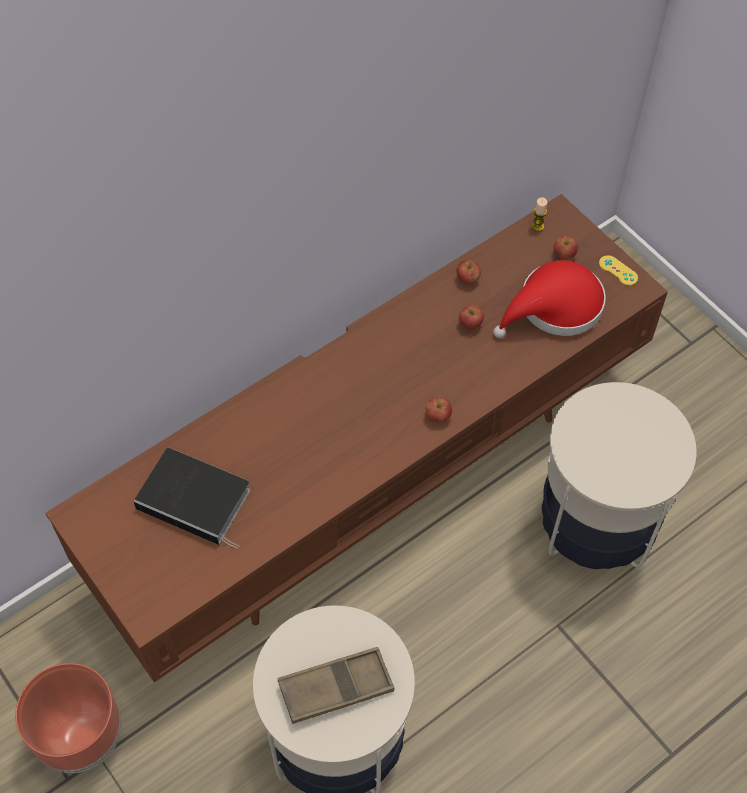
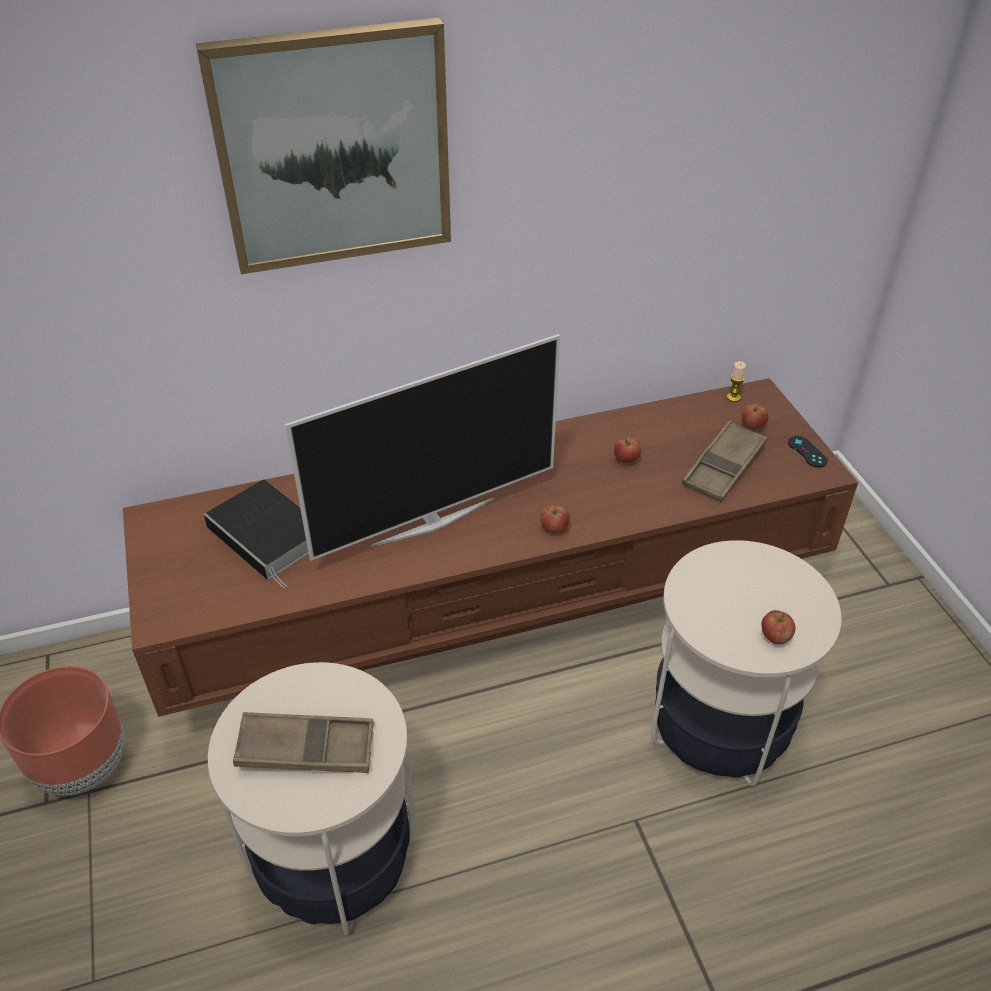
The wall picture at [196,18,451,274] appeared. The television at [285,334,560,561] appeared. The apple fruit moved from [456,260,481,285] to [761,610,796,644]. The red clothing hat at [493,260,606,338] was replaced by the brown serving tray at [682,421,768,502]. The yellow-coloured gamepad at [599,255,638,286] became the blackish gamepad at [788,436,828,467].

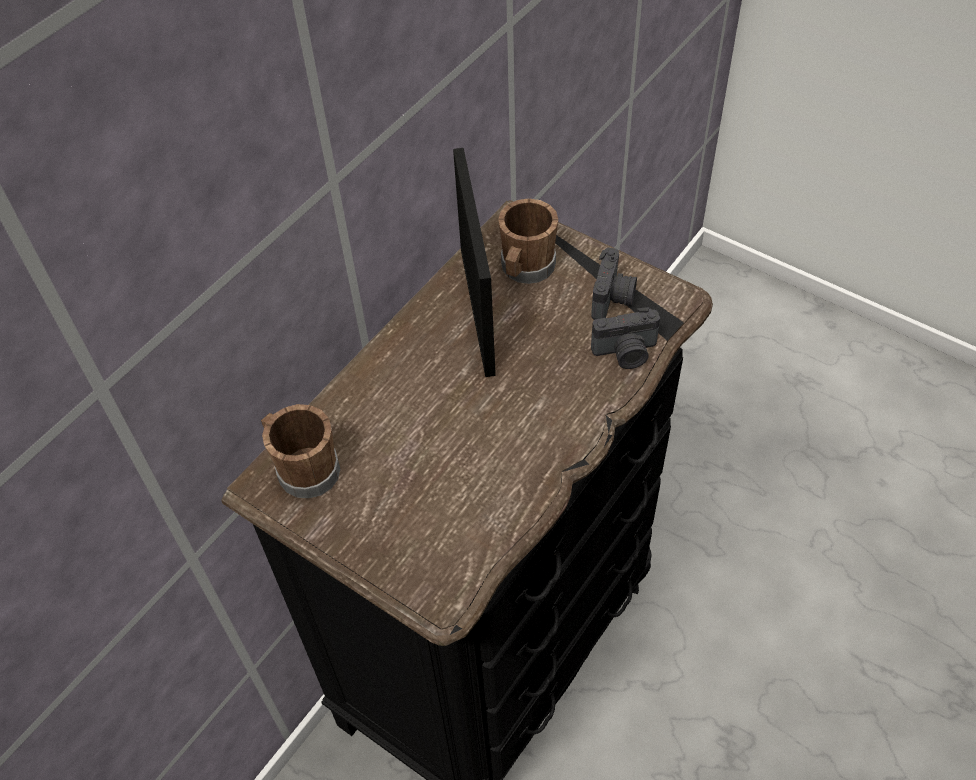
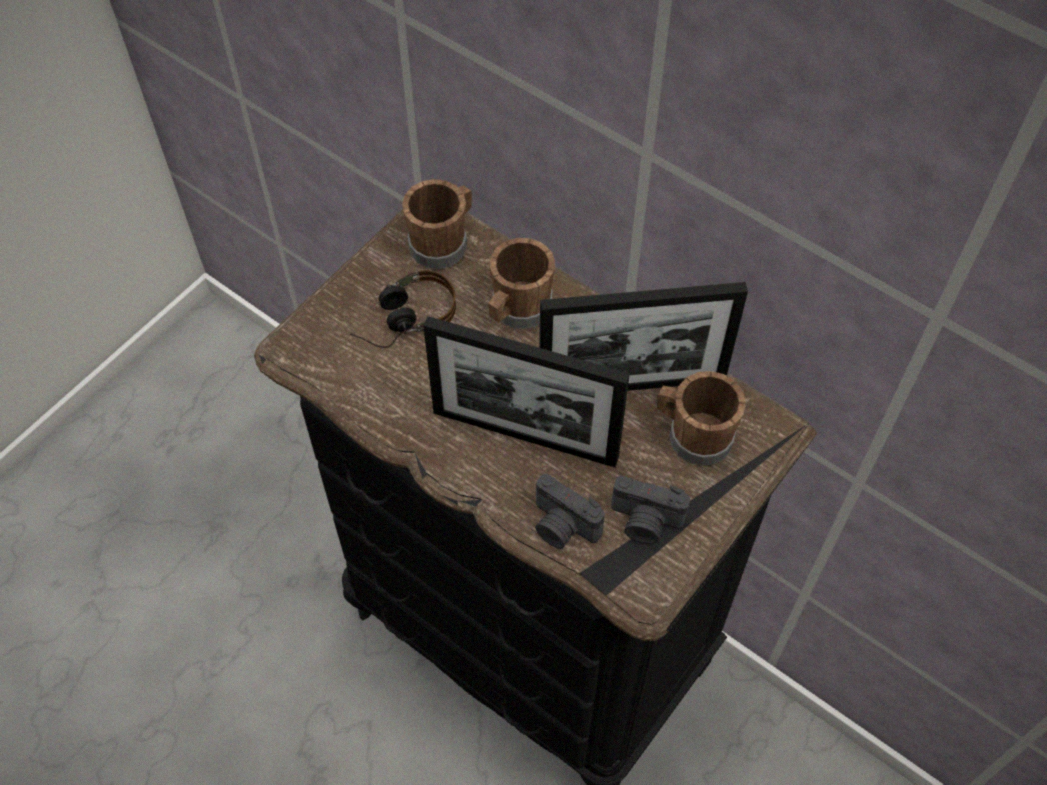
The pair of headphones at [350,270,456,348] appeared. The photo frame at [423,316,630,467] appeared. The brown mug at [488,238,555,329] appeared. The photo camera at [591,307,660,369] turned 45 degrees counterclockwise.

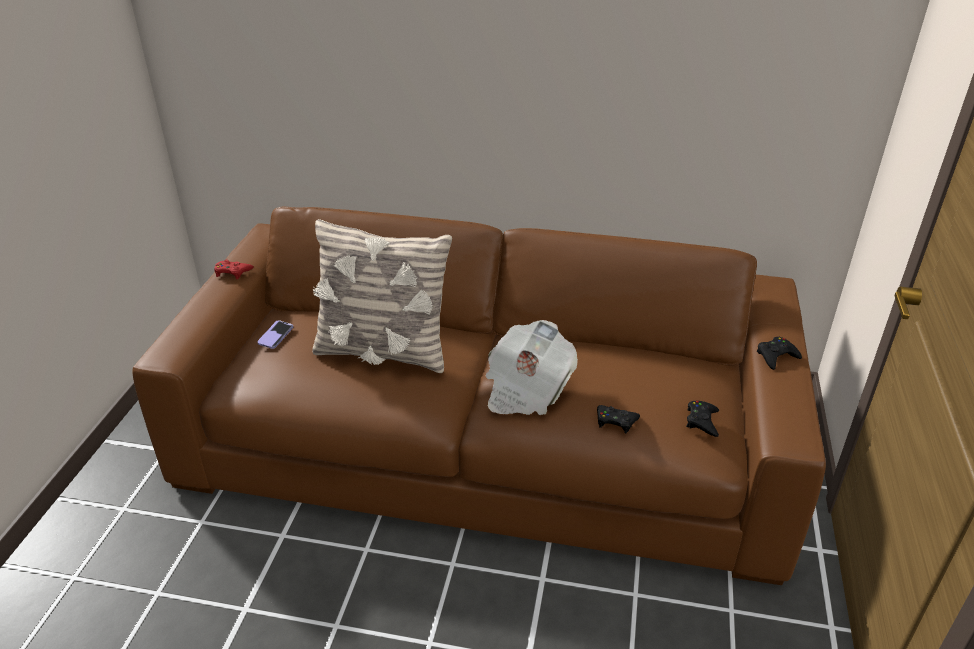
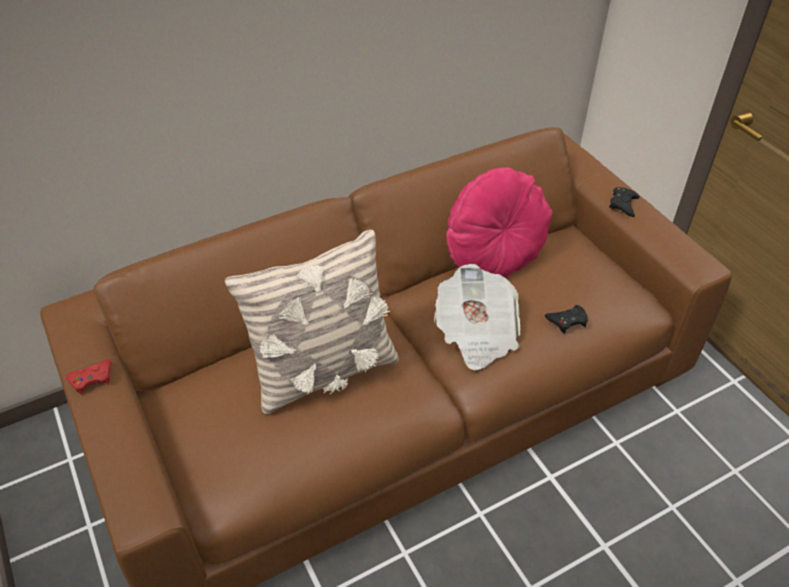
The handset at [258,320,293,349] disappeared. The blackish gamepad at [686,401,719,437] disappeared. The pinkish cushion at [446,167,552,277] appeared.

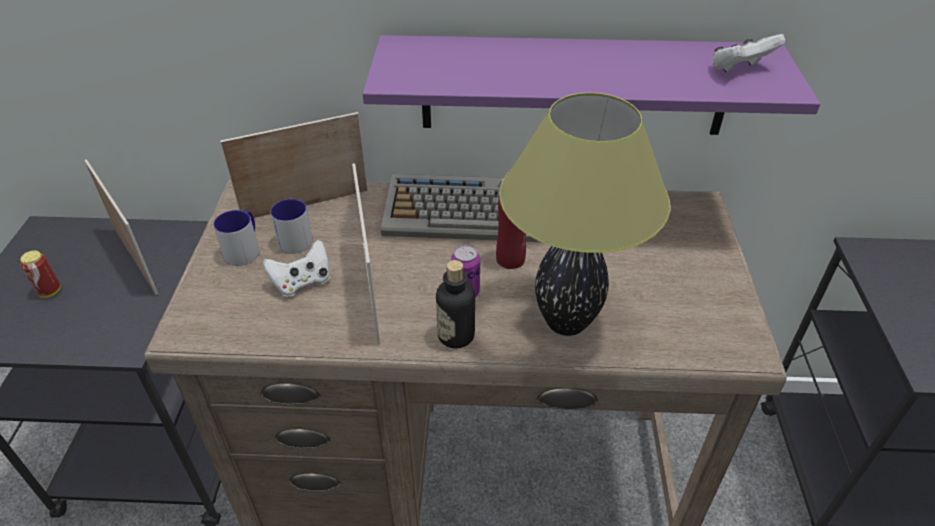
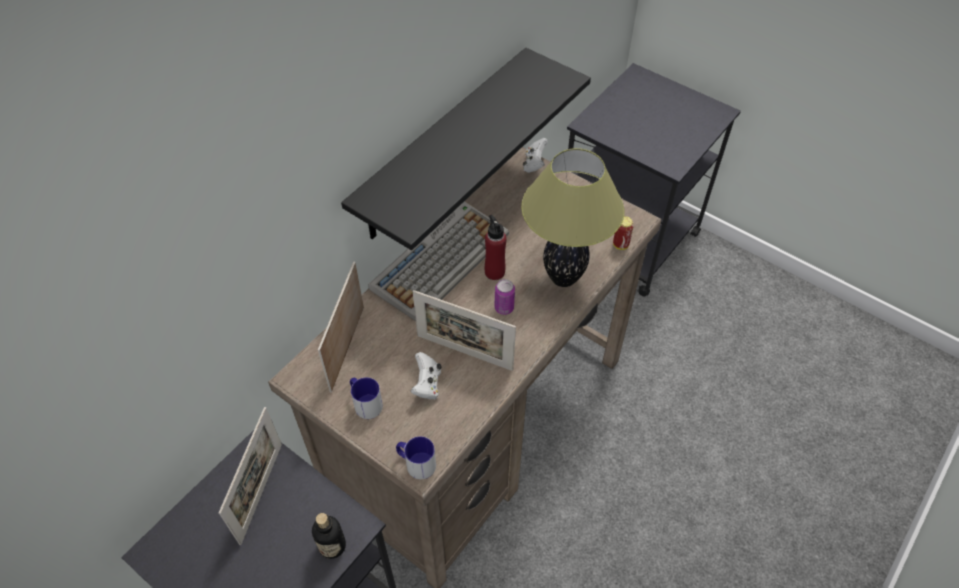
The metal can moved from [20,250,61,298] to [613,216,634,250]. The mug moved from [270,199,313,254] to [396,436,436,479]. The bottle moved from [436,260,475,348] to [312,513,346,559]. The whitish gamepad moved from [712,34,785,72] to [523,138,548,173]. The purple-coloured bracket shelf at [363,35,820,135] became the blackish bracket shelf at [341,48,591,250]. The photo frame at [85,160,158,295] turned 105 degrees clockwise.

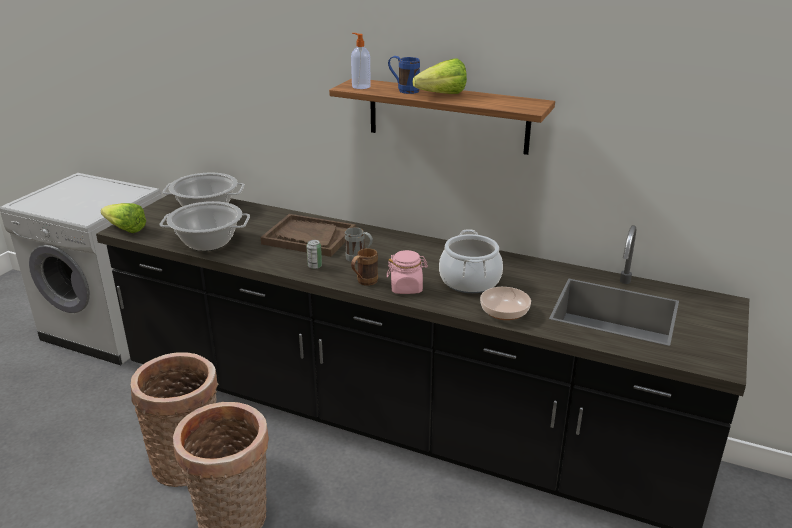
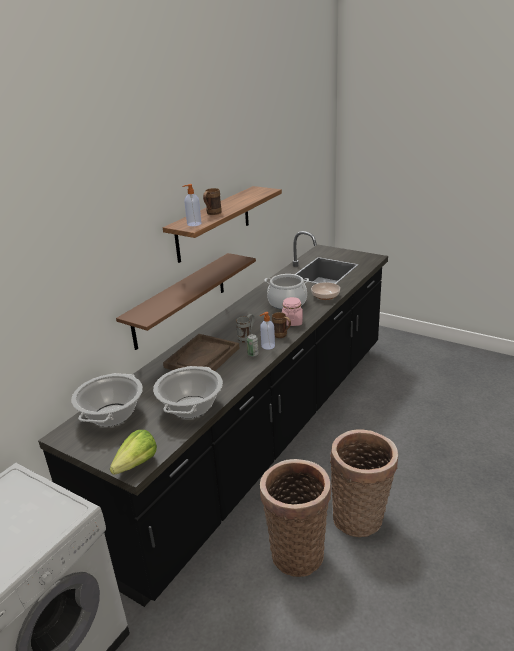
The lettuce head at [413,58,467,94] disappeared. The brown bracket shelf at [116,253,256,350] appeared. The liquid soap bottle at [260,312,275,350] appeared. The blue mug at [388,56,420,94] became the brown mug at [203,188,222,215].

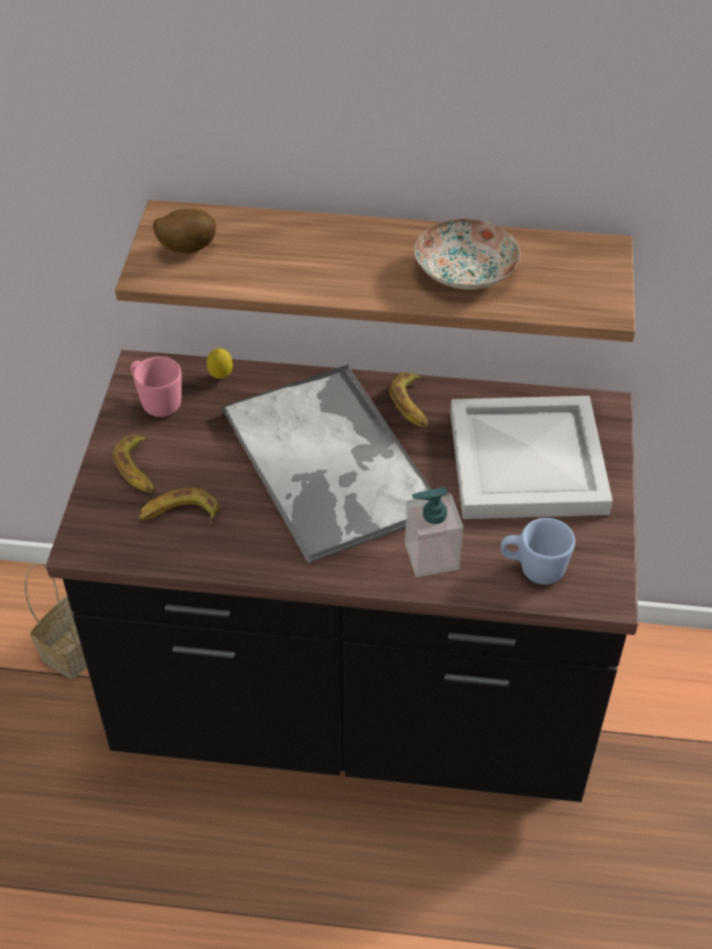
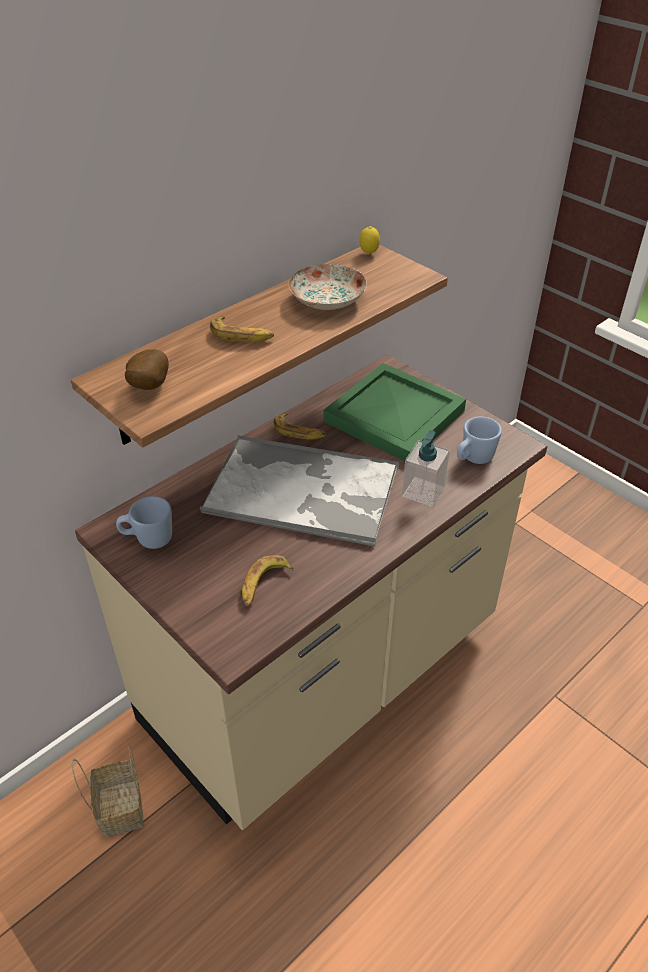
The banana fruit moved from [113,435,155,493] to [210,316,274,342]. The lemon moved from [207,348,233,379] to [359,226,380,254]. The blackish kitchen counter at [46,350,638,802] became the beige kitchen counter at [75,354,547,830]. The pinkish mug at [131,356,181,417] became the blue mug at [116,496,172,549]. The whitish serving tray at [450,396,613,519] became the green serving tray at [323,363,466,462].

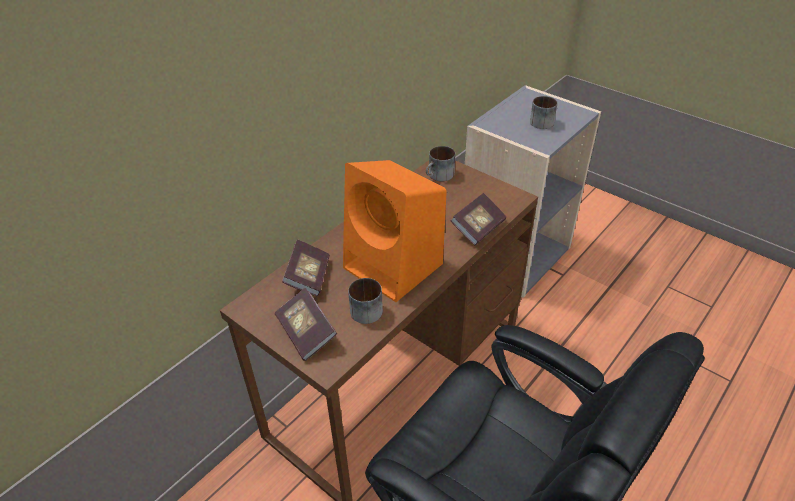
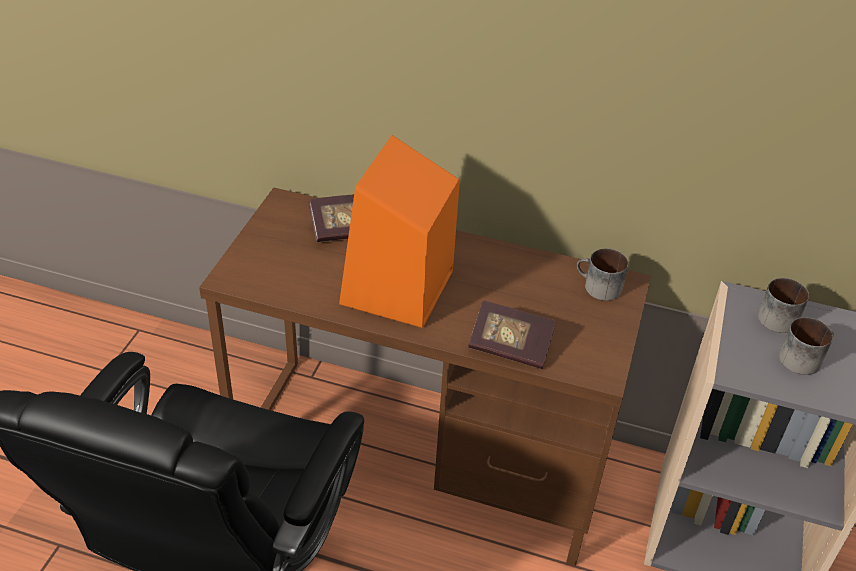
The volume at [275,288,337,361] disappeared. The mug moved from [348,278,383,324] to [758,278,809,333].

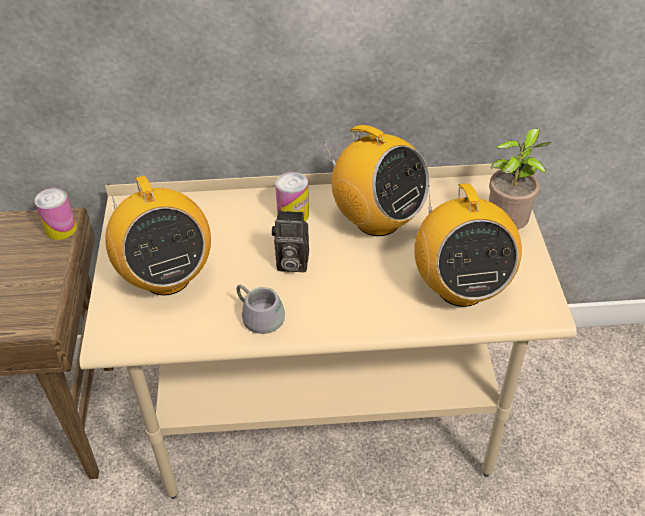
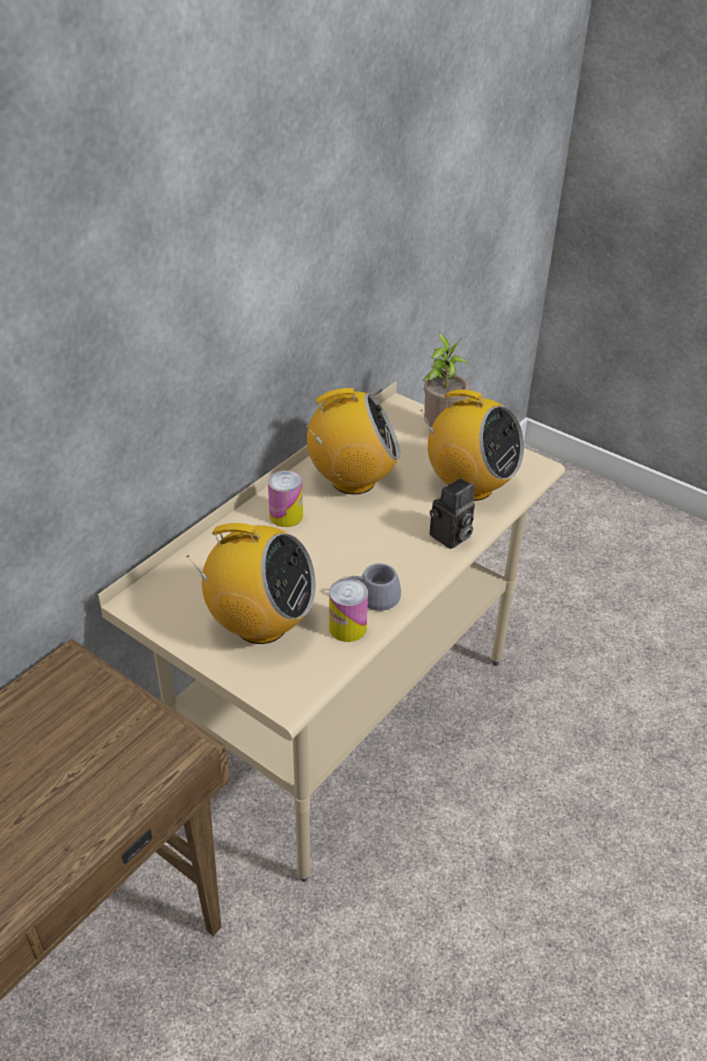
The metal can moved from [34,188,77,240] to [329,579,368,642]. The photo camera moved from [272,211,309,272] to [430,478,475,549].

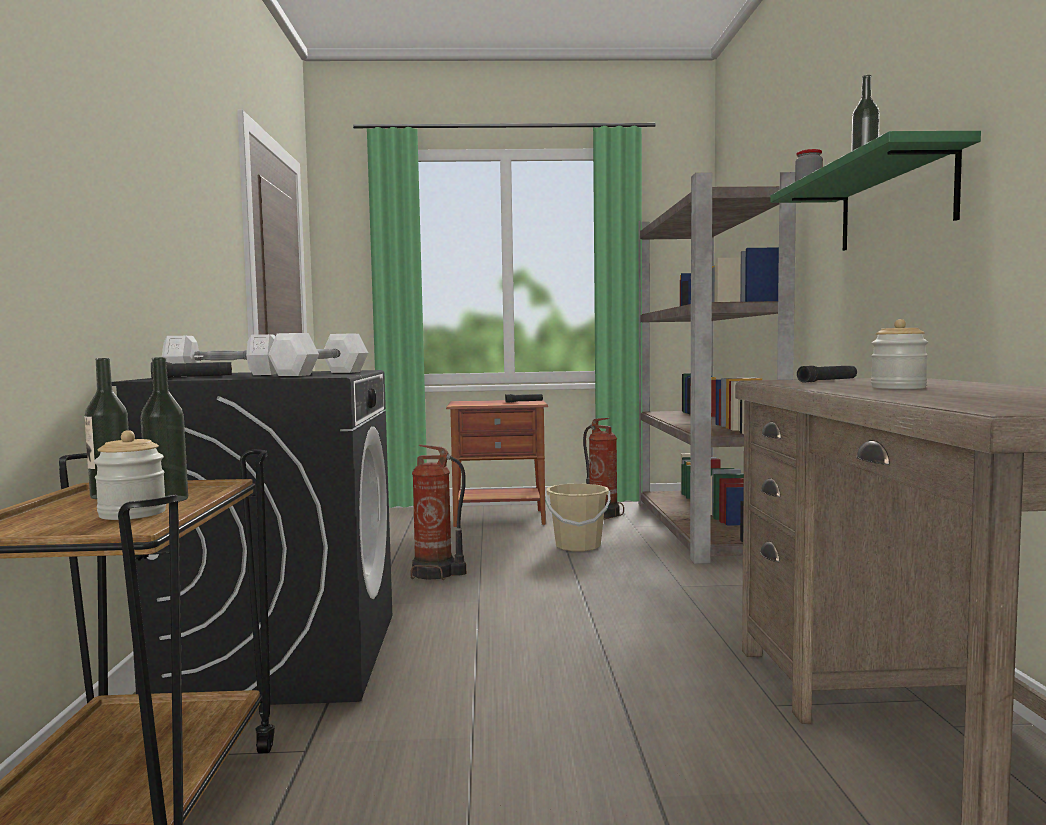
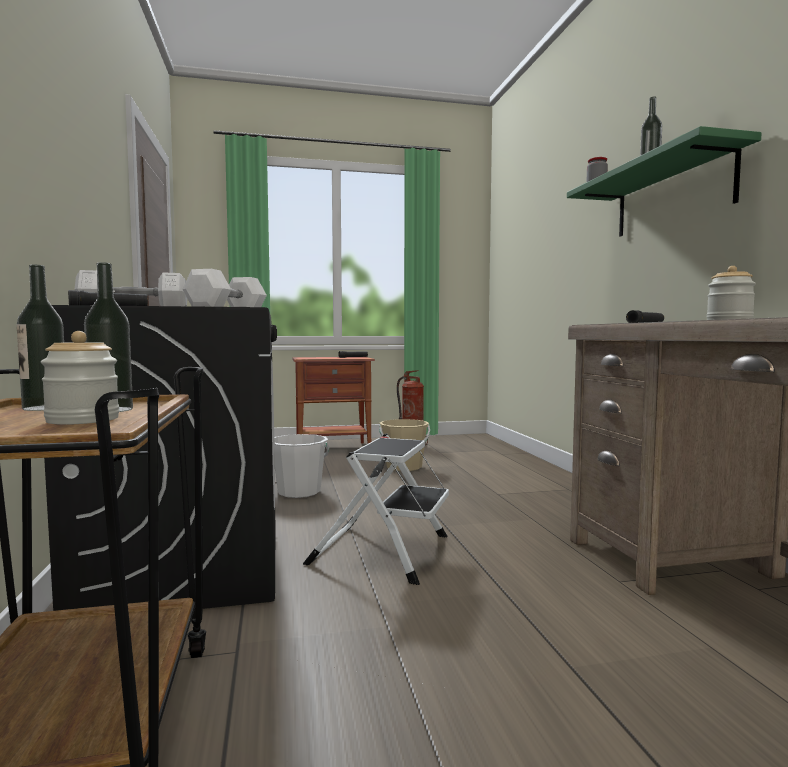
The brown shelving unit at [638,172,796,564] disappeared. The stepladder at [303,433,449,585] appeared. The fire extinguisher at [411,444,466,580] was replaced by the whitish bucket at [274,434,330,498].

